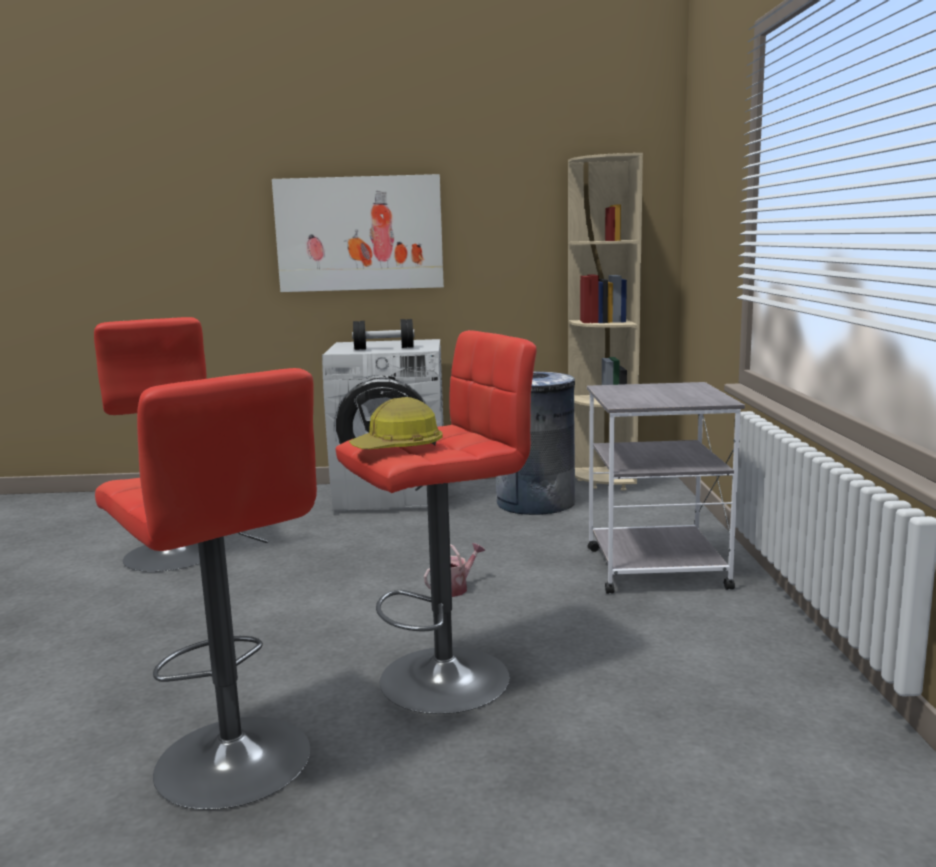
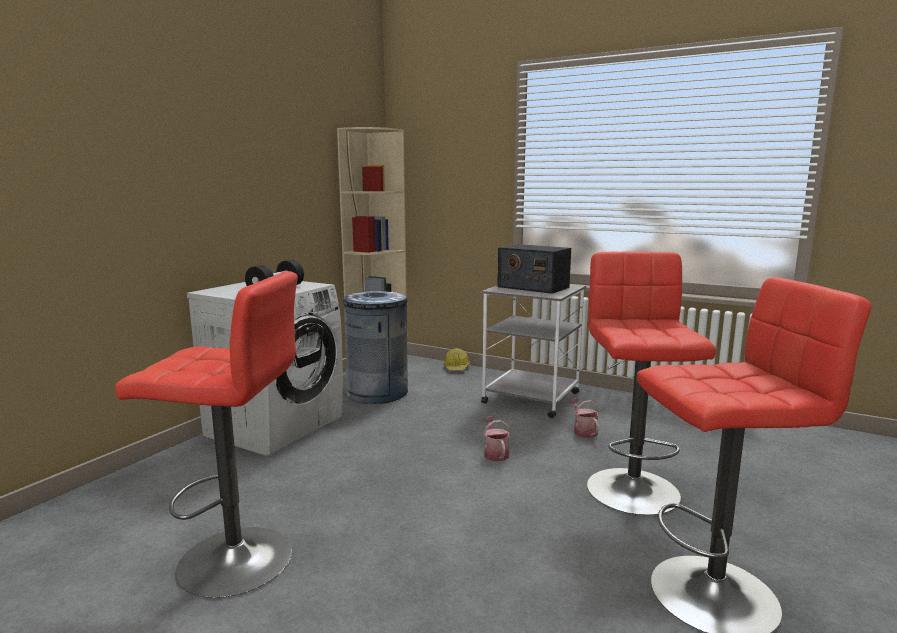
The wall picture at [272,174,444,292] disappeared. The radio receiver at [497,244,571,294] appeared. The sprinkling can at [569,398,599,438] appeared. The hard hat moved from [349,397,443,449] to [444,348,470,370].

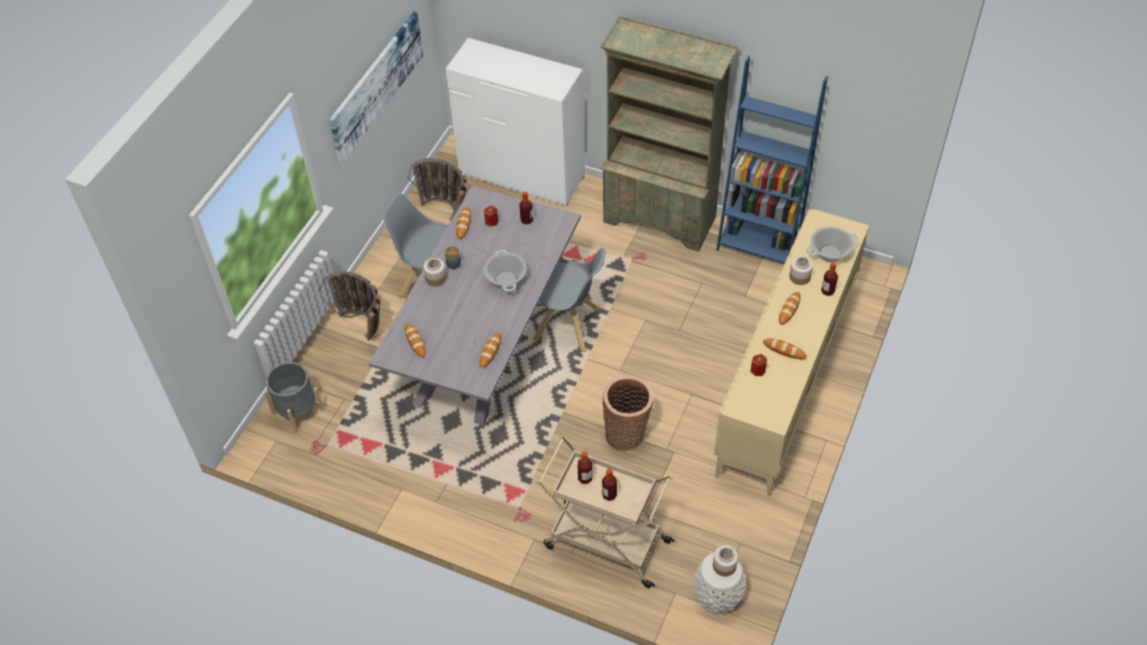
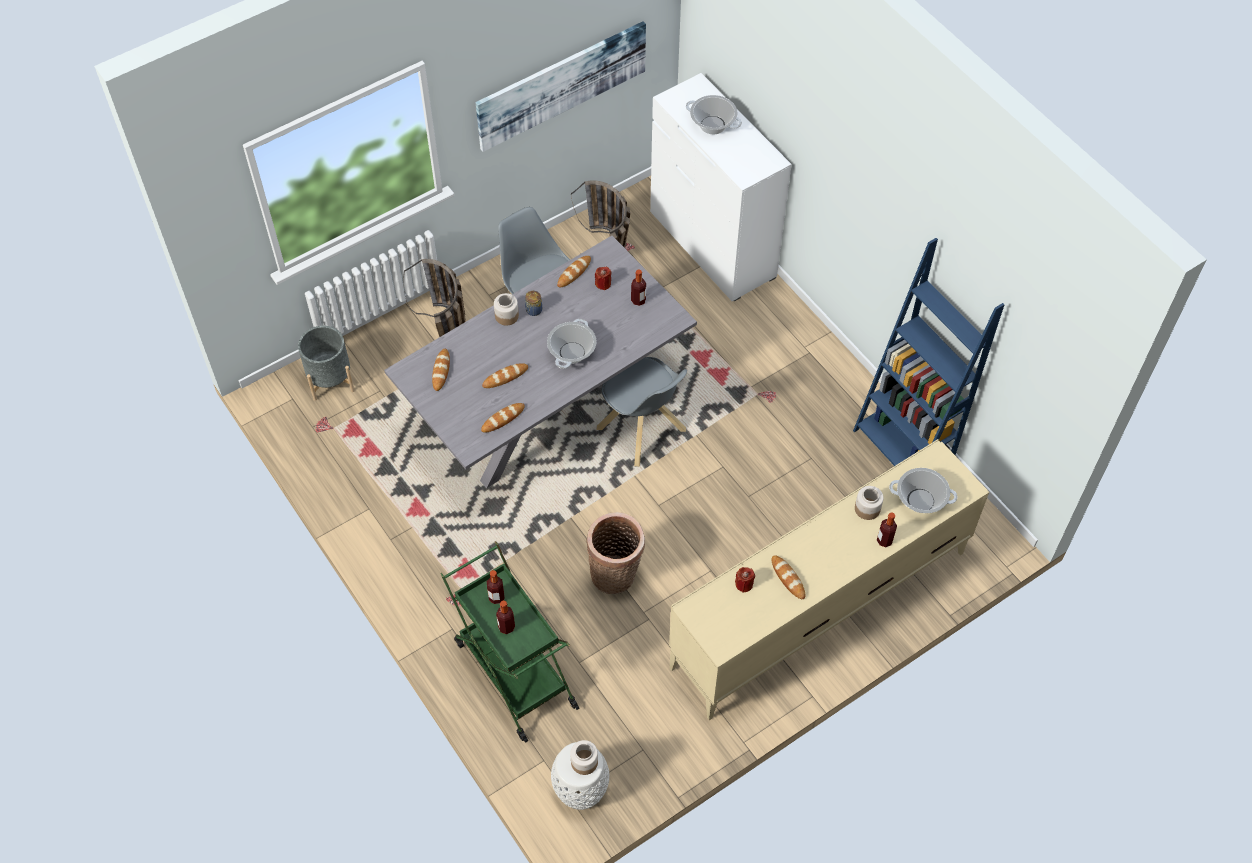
The green shelving unit at [600,16,738,252] disappeared. The saucepot at [686,95,742,135] appeared. The bakery bread moved from [779,292,801,325] to [482,363,528,388]. The beige trolley at [536,436,675,589] became the green trolley at [440,541,579,743].

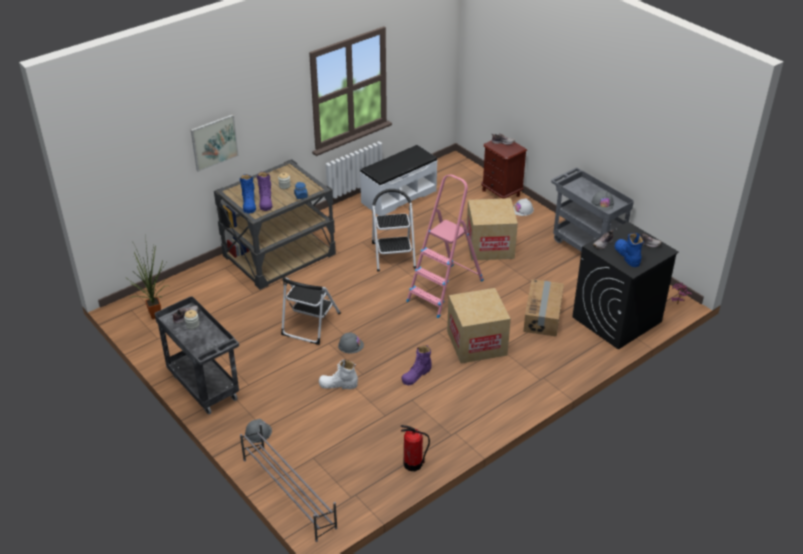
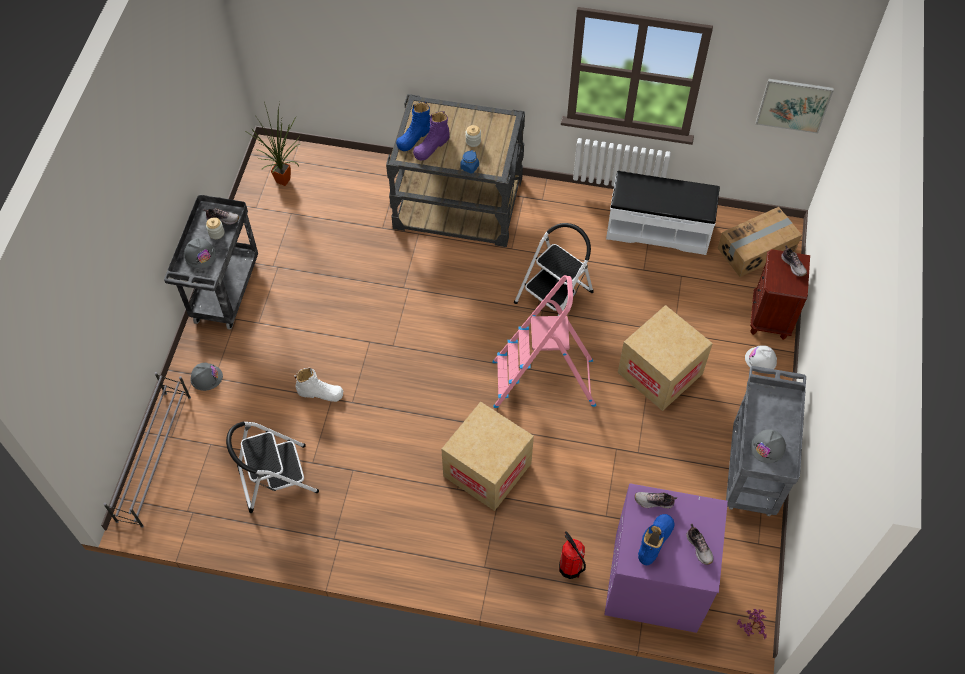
The purple-coloured high-top boot at [402,345,432,385] disappeared. The wall picture moved from [191,114,239,172] to [756,79,834,134]. The stepladder moved from [281,277,341,345] to [226,422,319,513]. The gray hard hat moved from [338,333,364,353] to [184,238,216,268]. The fire extinguisher moved from [401,425,430,471] to [559,531,586,579]. The packing box moved from [523,279,564,337] to [718,207,802,277]. The blackish laundry machine at [572,222,679,350] became the purple-coloured laundry machine at [604,483,728,633]. The whitish high-top boot at [319,359,358,389] turned 135 degrees clockwise.

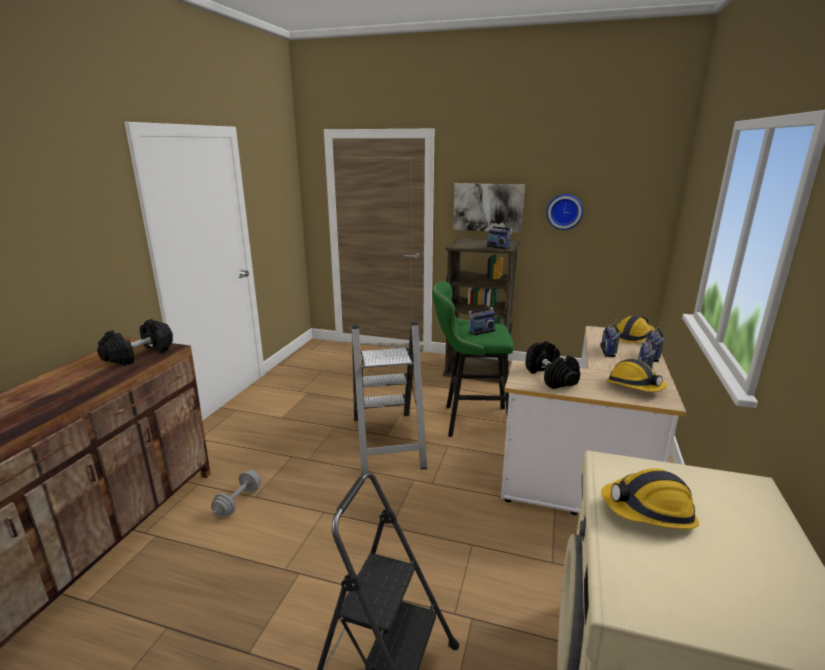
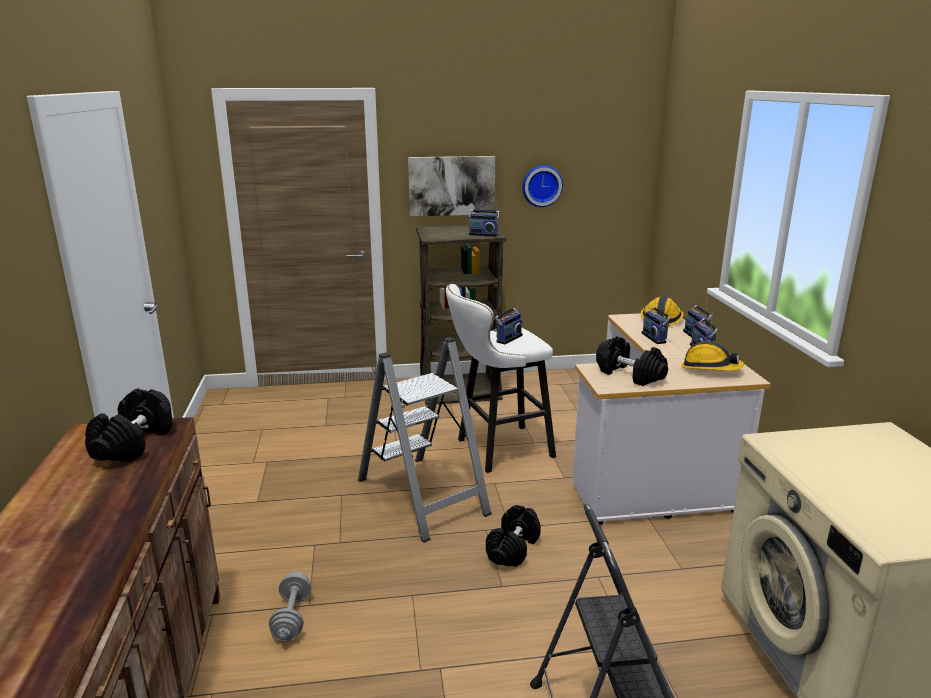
The hard hat at [601,469,699,529] disappeared. The blackish hand weight at [486,505,541,567] appeared. The green stool at [432,281,514,437] became the whitish stool at [446,284,556,473].

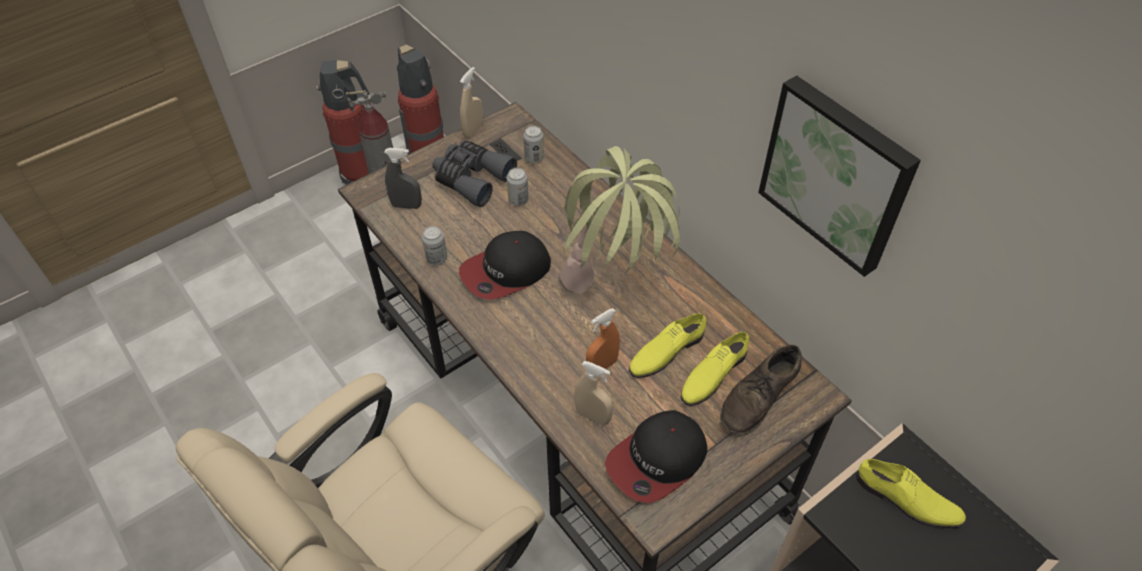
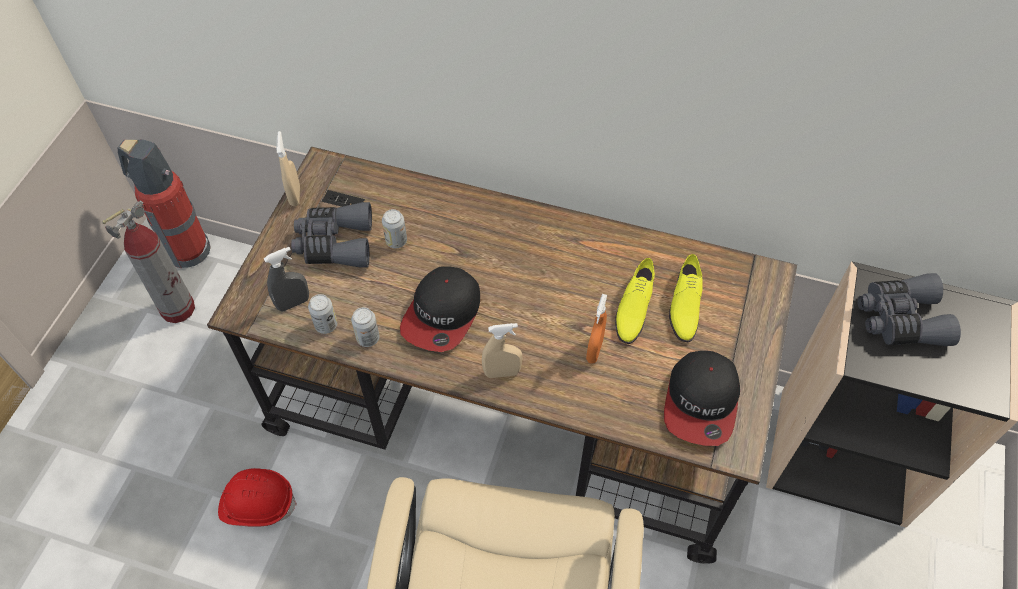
The fire extinguisher at [316,60,370,185] disappeared. The potted plant at [559,146,680,293] disappeared. The brown low shoe at [720,345,802,435] disappeared. The wall picture at [758,75,921,277] disappeared. The red hard hat at [218,468,297,527] appeared. The metal can moved from [523,126,544,163] to [308,294,337,334]. The beige sprayer moved from [574,361,613,425] to [482,323,523,378]. The yellow-coloured low shoe at [856,459,966,528] was replaced by the gray binoculars at [858,273,961,346].

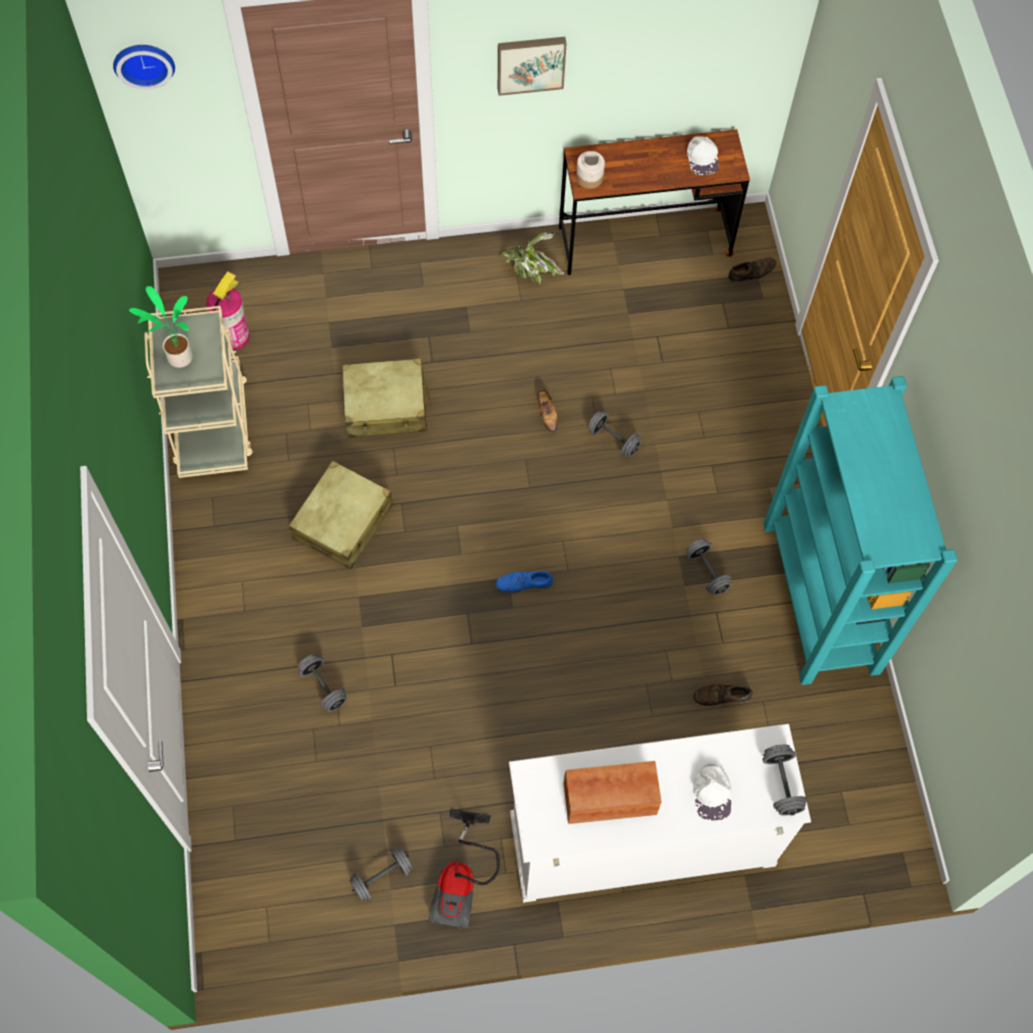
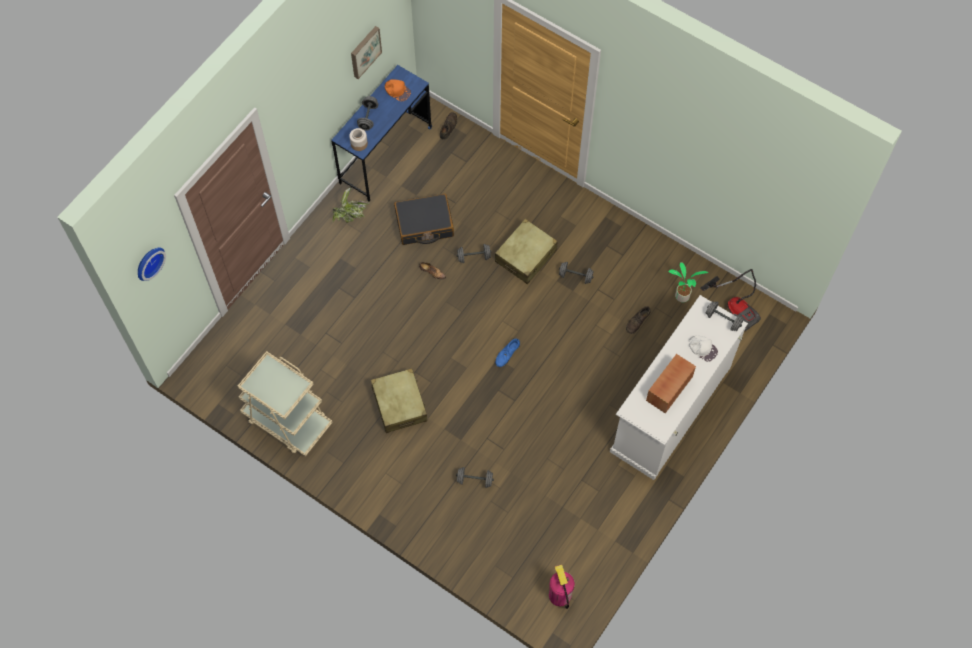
The turquoise-coloured shelving unit at [763,376,958,685] disappeared. The blackish suitcase at [394,194,454,245] appeared. The potted plant moved from [129,286,193,368] to [668,262,708,302]. The fire extinguisher moved from [206,272,250,350] to [549,565,575,609]. The beige suitcase moved from [342,358,432,438] to [495,219,558,284]. The gray hand weight moved from [349,848,412,901] to [357,96,378,131]. The vacuum moved from [429,809,500,929] to [700,269,761,332]. The wall picture moved from [498,37,567,96] to [351,26,382,79]. The brown desk at [559,129,750,275] became the blue desk at [331,65,432,202]. The whitish cap at [687,136,719,175] became the orangey cap at [385,79,411,101].

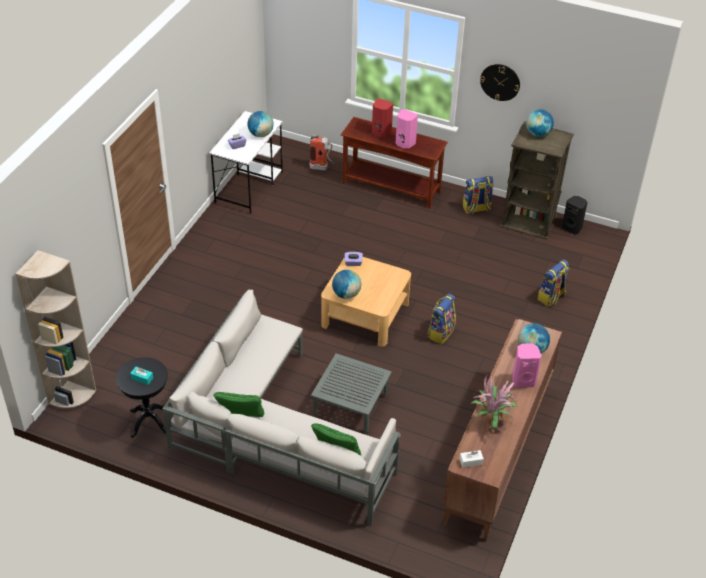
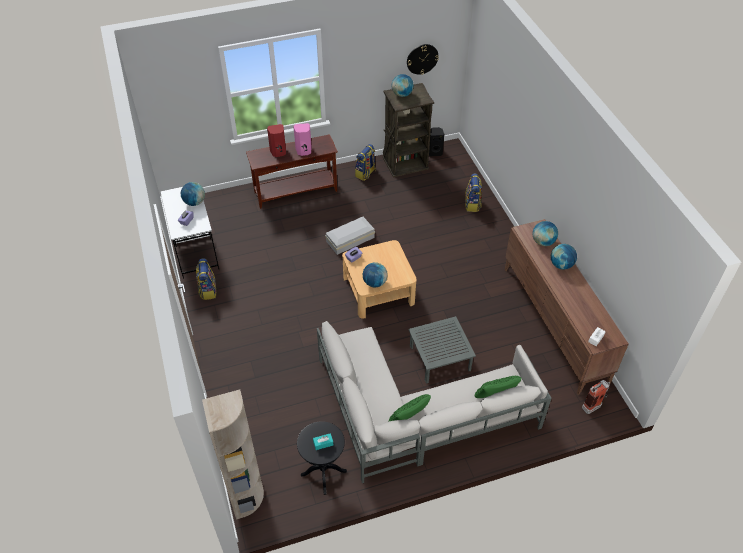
The potted plant at [471,374,517,437] disappeared. The whitish storage box at [325,217,375,255] appeared. The fire extinguisher moved from [309,135,335,171] to [582,380,610,414]. The rucksack moved from [428,294,456,344] to [196,258,216,300]. The hanging clock moved from [480,64,520,101] to [407,44,439,75]. The pinkish loudspeaker at [512,343,542,388] was replaced by the desk globe at [551,244,577,270].

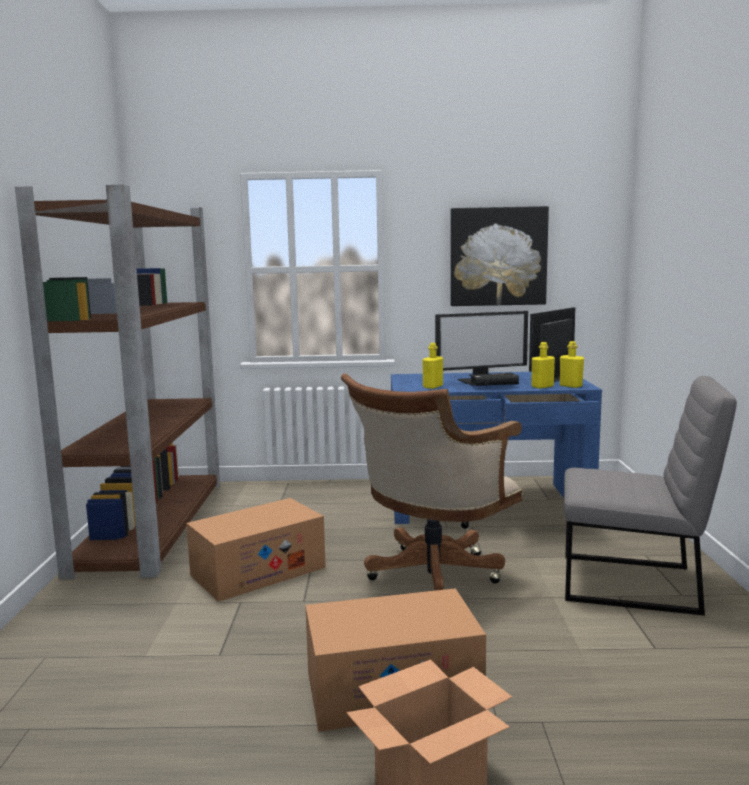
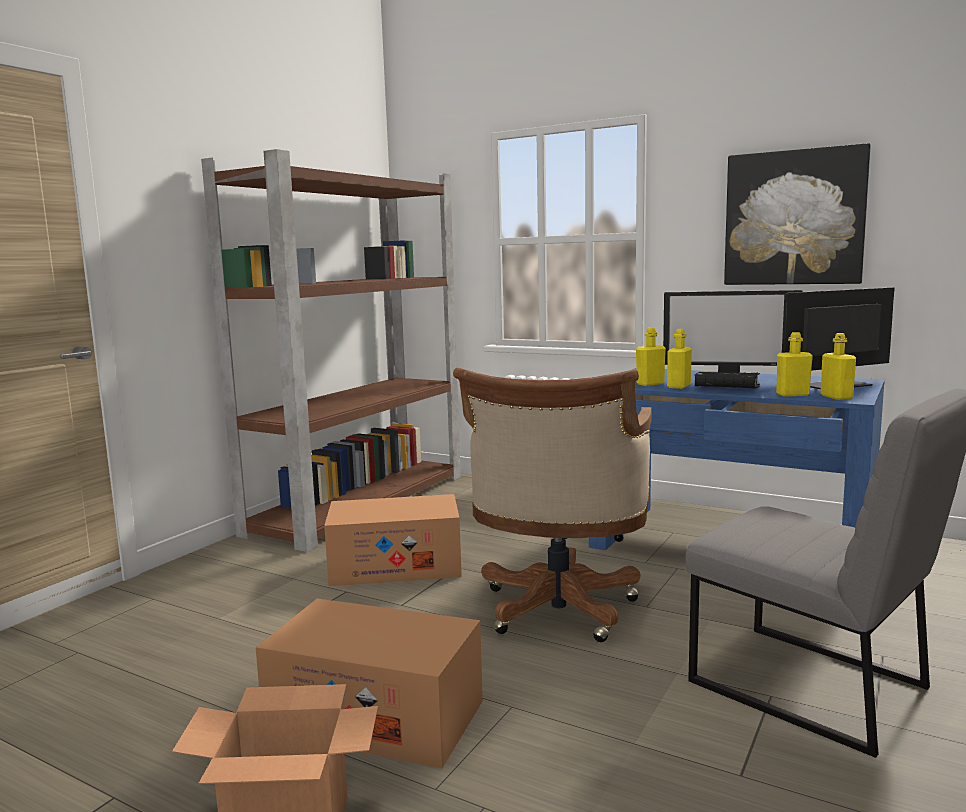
The yellow-coloured bottle at [667,329,692,389] appeared. The desk chair at [341,374,522,591] turned 60 degrees counterclockwise.

